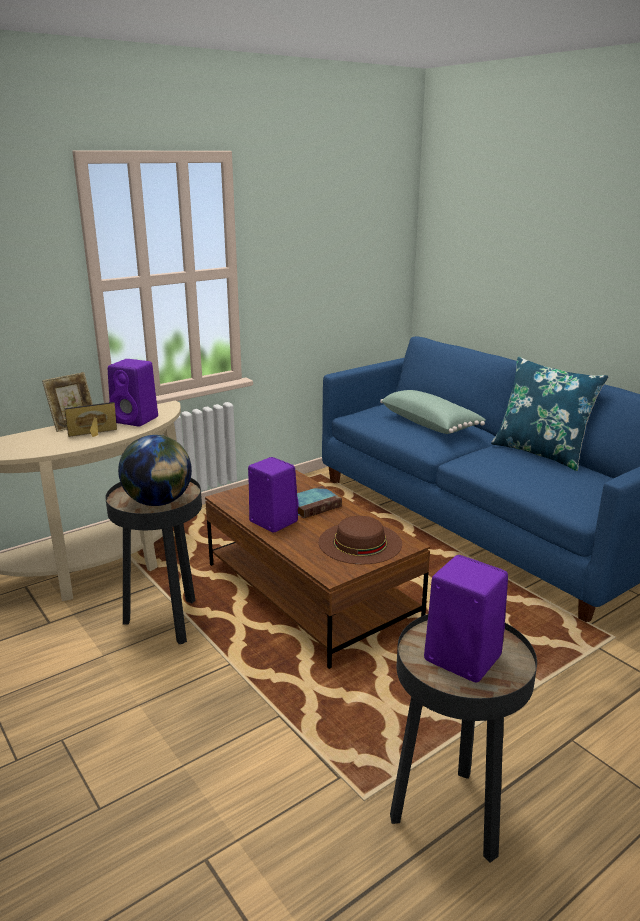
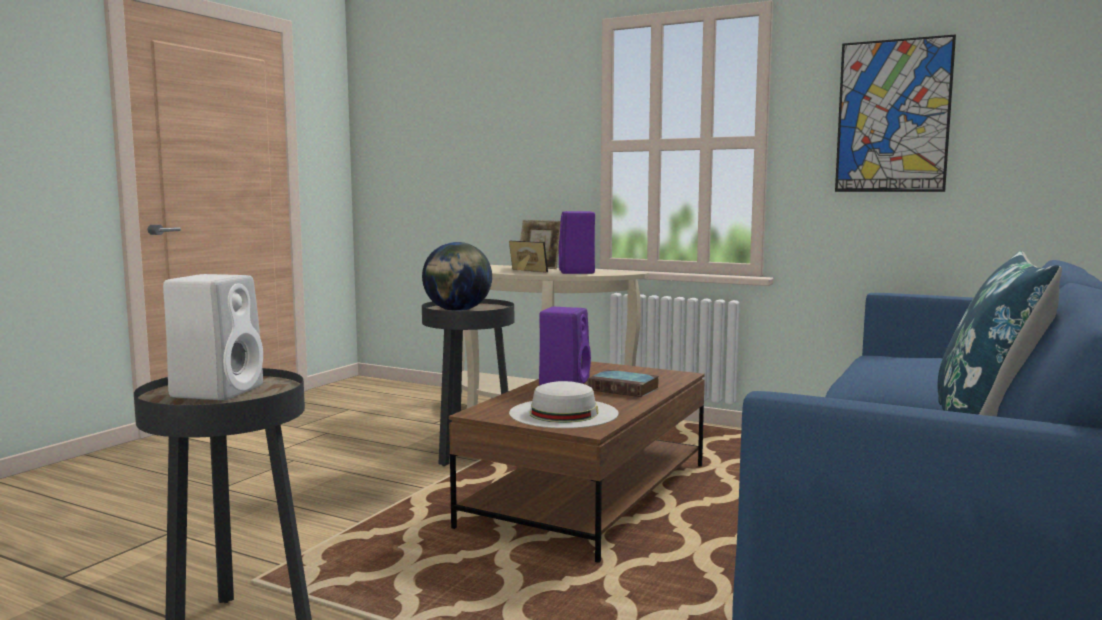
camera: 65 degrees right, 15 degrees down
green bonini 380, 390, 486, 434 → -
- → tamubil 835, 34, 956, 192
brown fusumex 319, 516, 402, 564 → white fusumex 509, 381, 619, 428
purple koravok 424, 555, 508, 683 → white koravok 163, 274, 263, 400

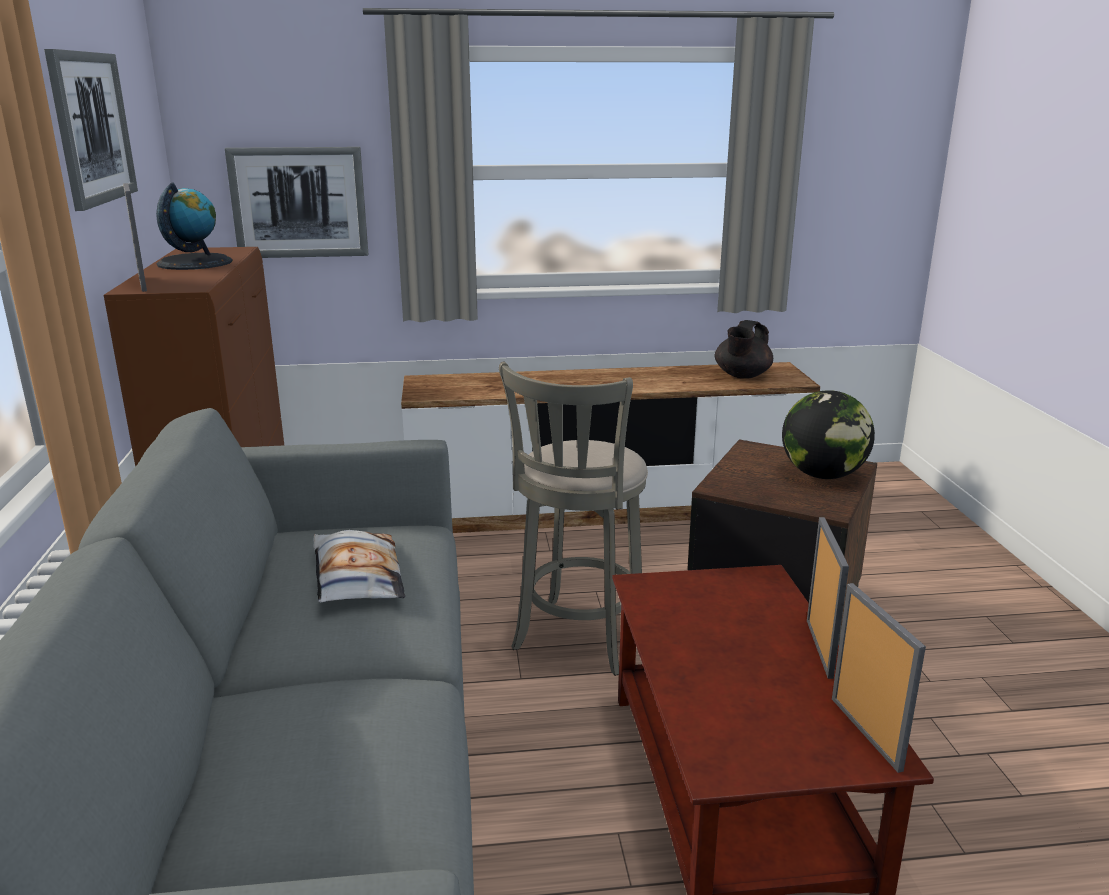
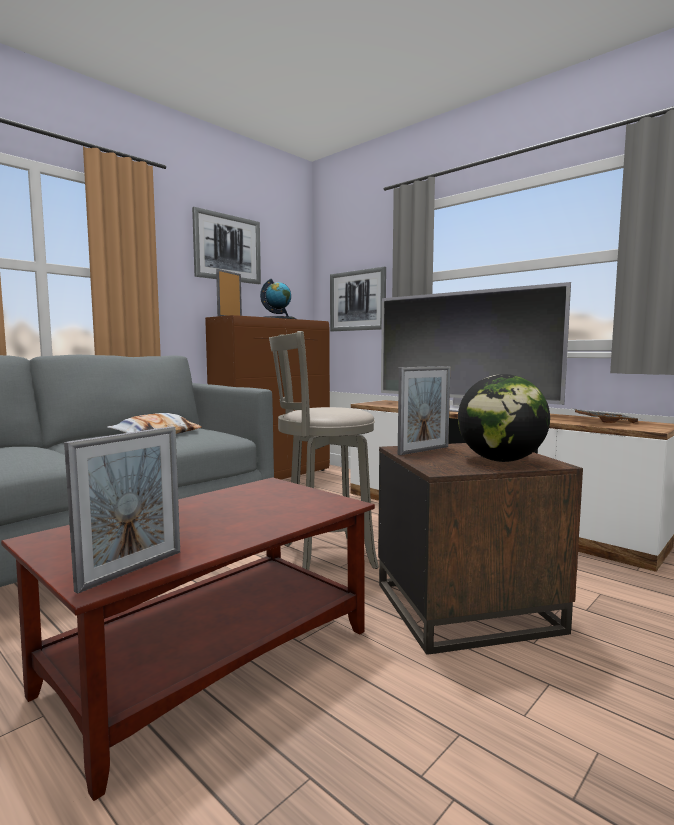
camera: 50 degrees right, 15 degrees down
- → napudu 381, 282, 571, 412
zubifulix 807, 517, 849, 679 → zubifulix 398, 366, 450, 455, relocated
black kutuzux 715, 320, 773, 379 → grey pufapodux 571, 408, 644, 423

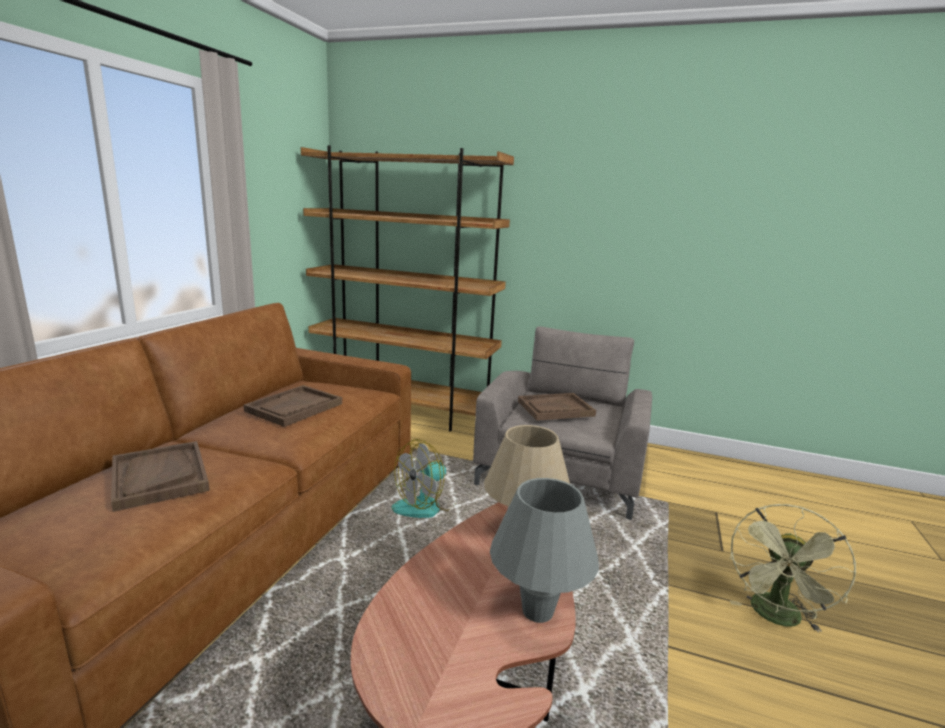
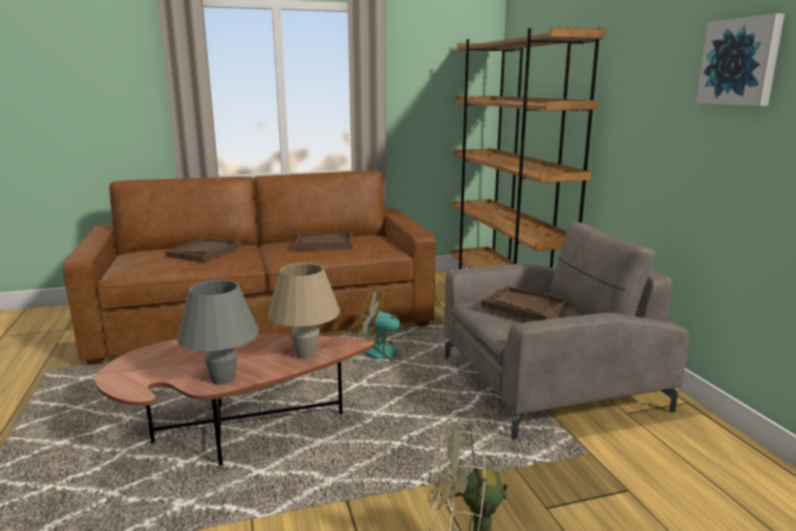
camera: 55 degrees right, 0 degrees up
- → tamubil 696, 13, 785, 106

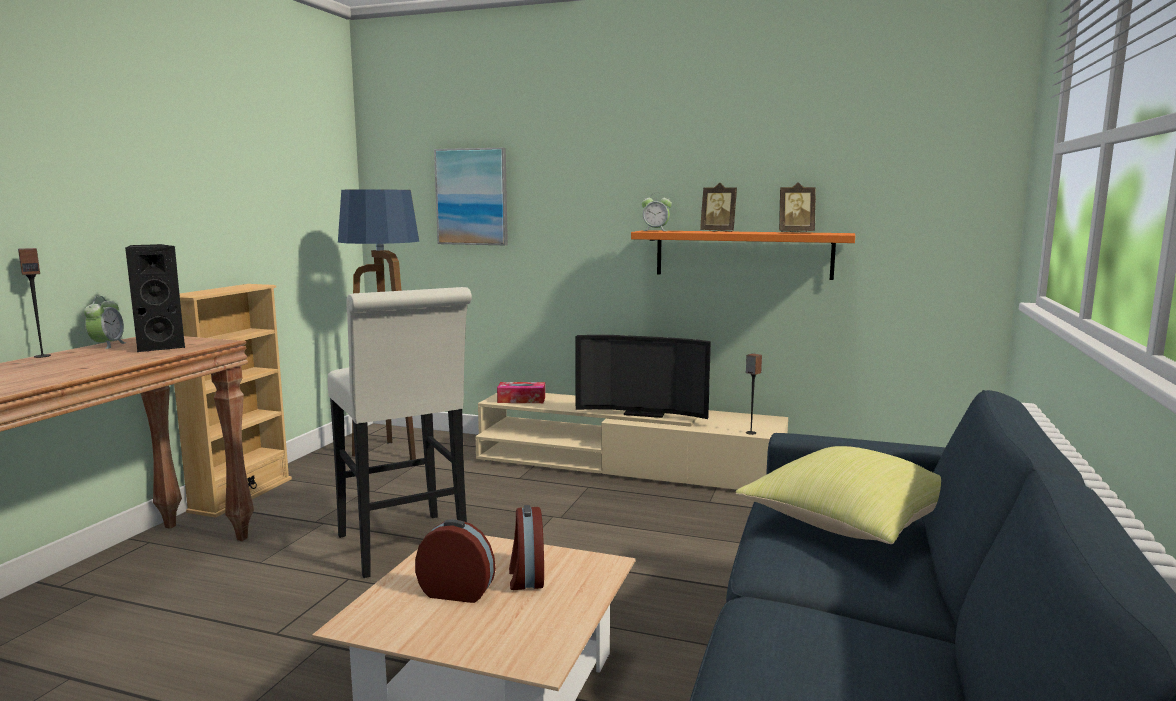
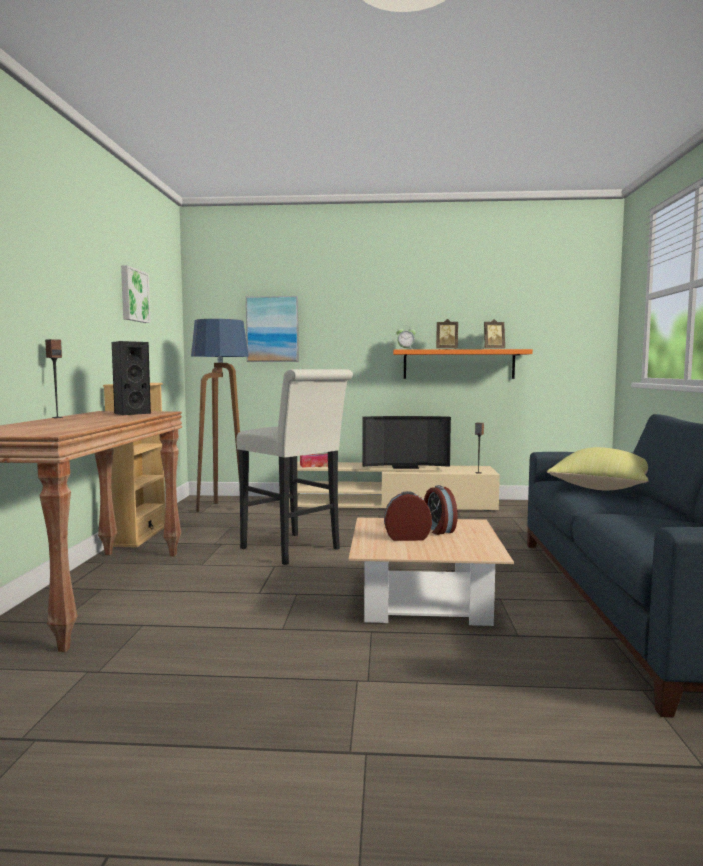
camera: 15 degrees left, 5 degrees down
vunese 84, 296, 127, 349 → -
- → tamubil 121, 265, 151, 323

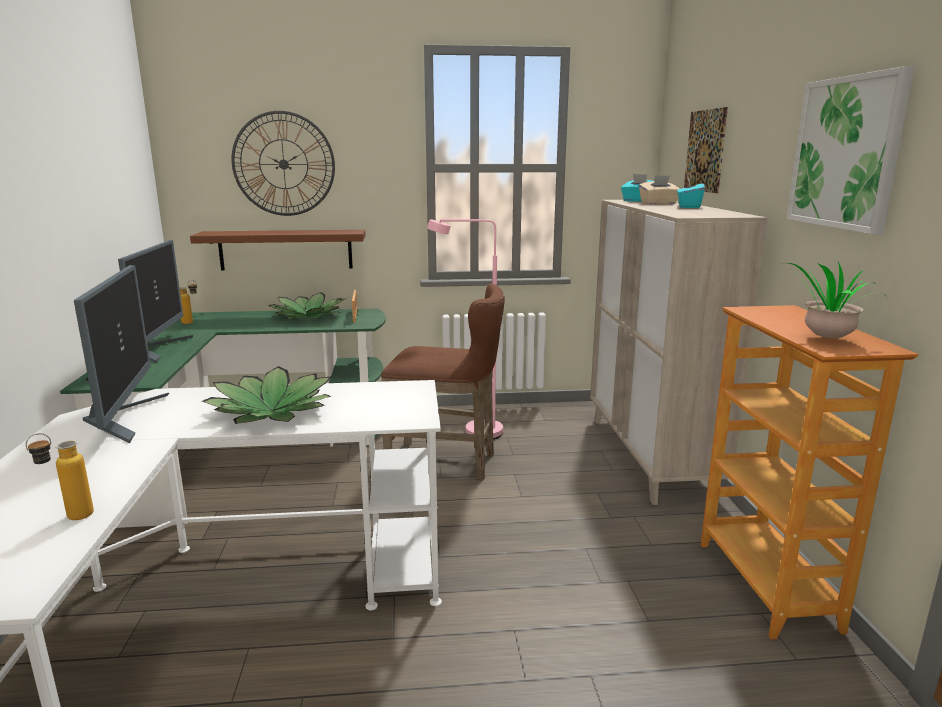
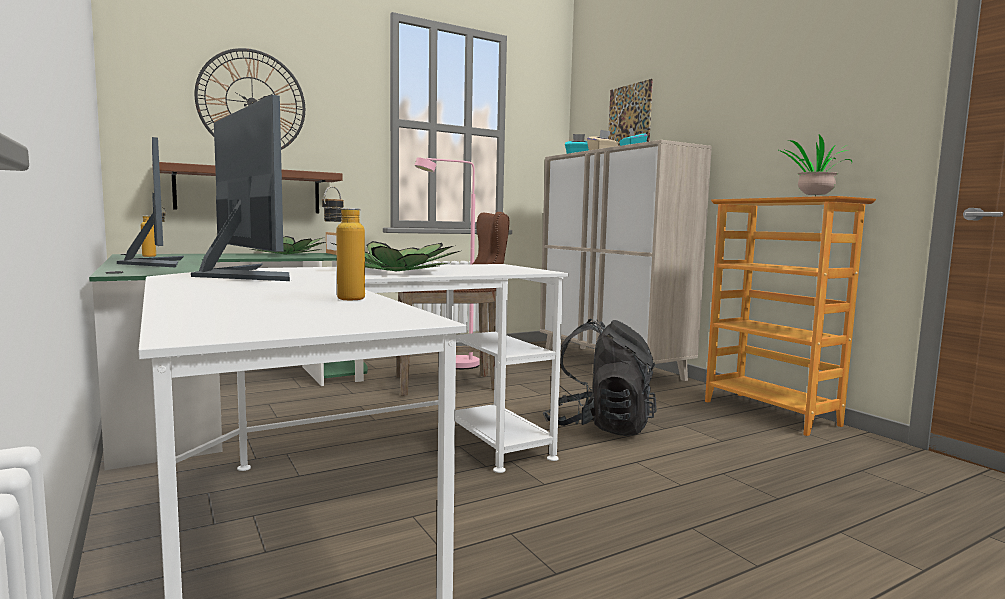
camera: 25 degrees left, 10 degrees down
tamubil 786, 66, 915, 234 → -
- → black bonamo 543, 319, 657, 436

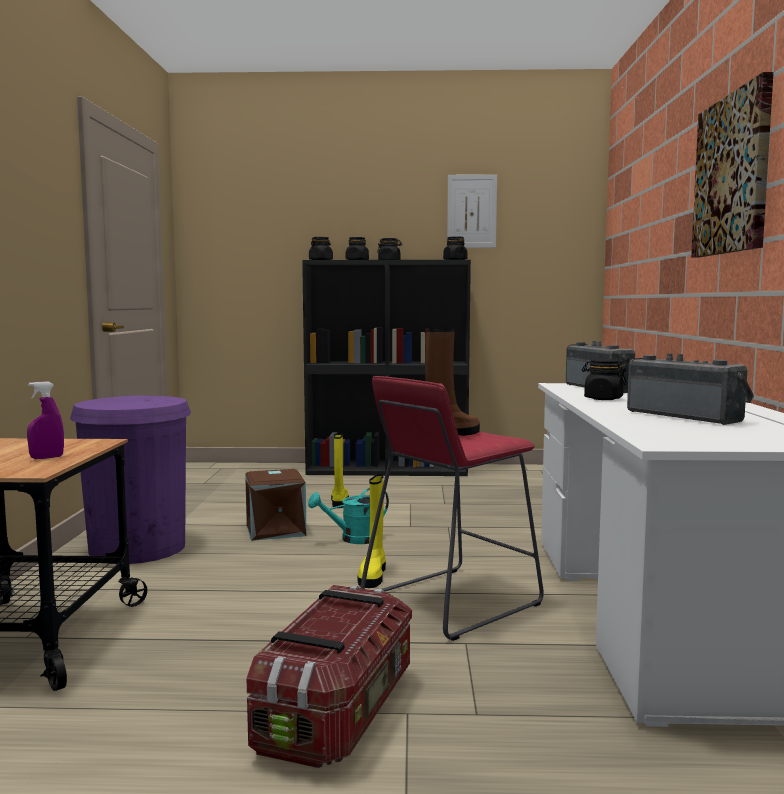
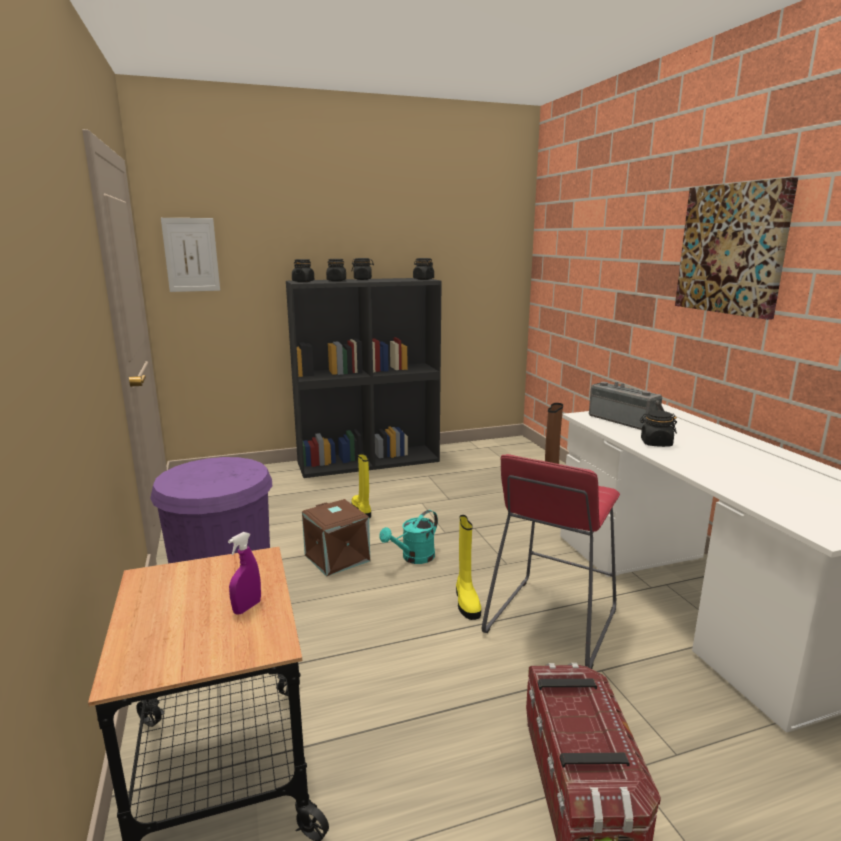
camera: 20 degrees left, 10 degrees up
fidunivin 627, 353, 754, 425 → -
tamubil 447, 174, 497, 248 → tamubil 161, 218, 220, 292, relocated

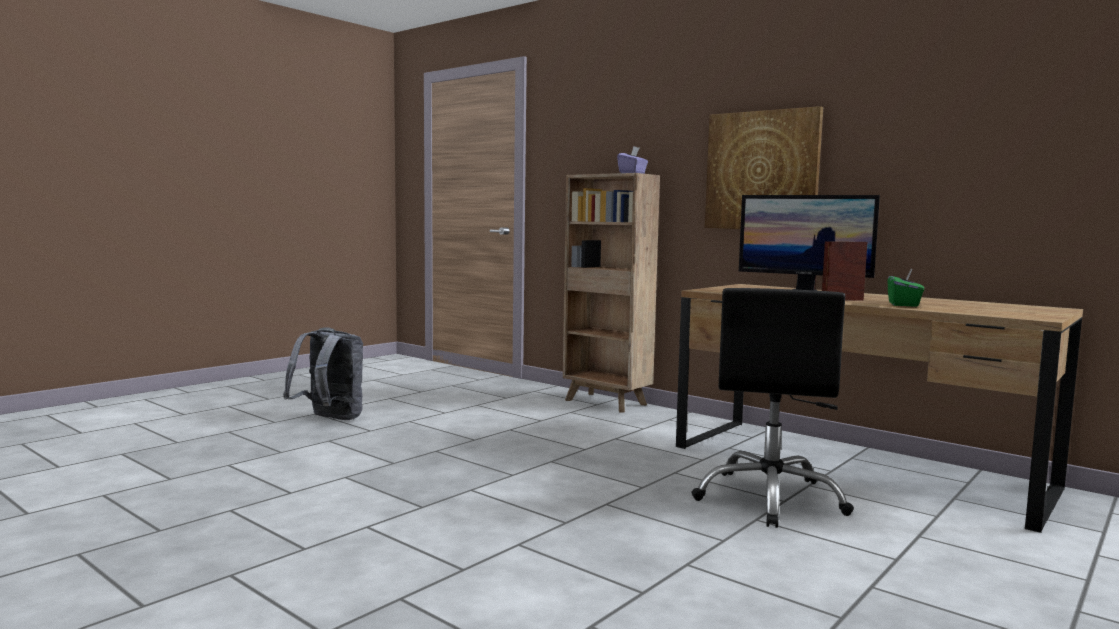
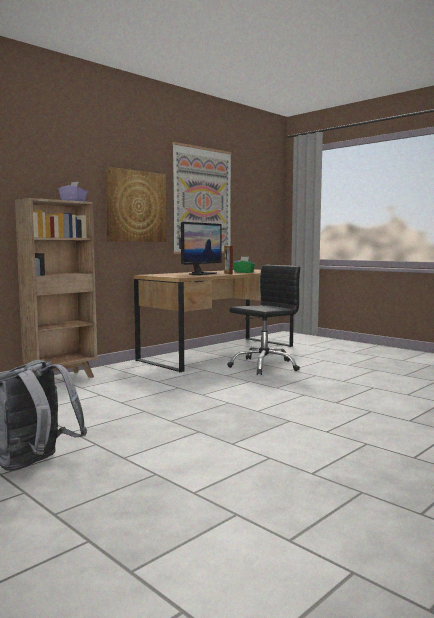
camera: 85 degrees left, 0 degrees up
- → tamubil 172, 142, 232, 254
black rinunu 691, 288, 854, 528 → black rinunu 227, 265, 300, 375, 60 degrees counterclockwise

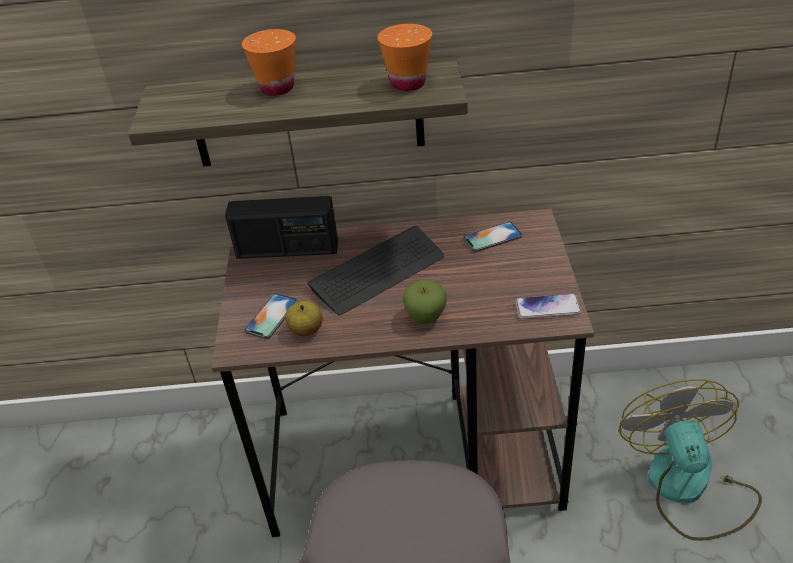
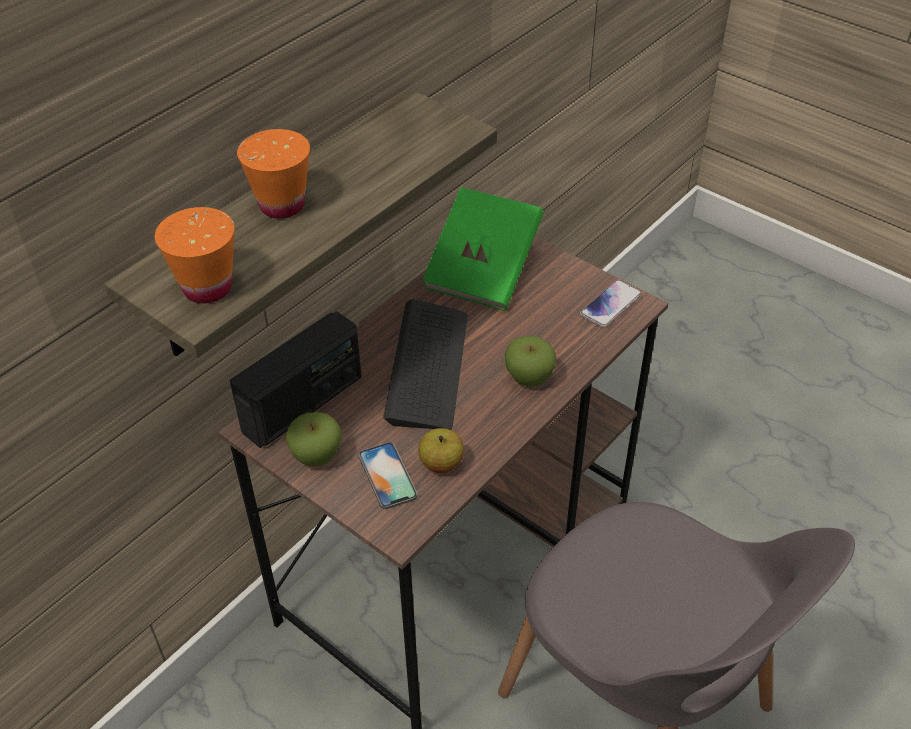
camera: 50 degrees left, 5 degrees up
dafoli 619, 379, 762, 541 → -
- → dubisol 286, 412, 341, 466
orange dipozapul 377, 24, 432, 91 → orange dipozapul 155, 207, 235, 304, relocated
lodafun 463, 221, 522, 252 → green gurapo 422, 187, 543, 311

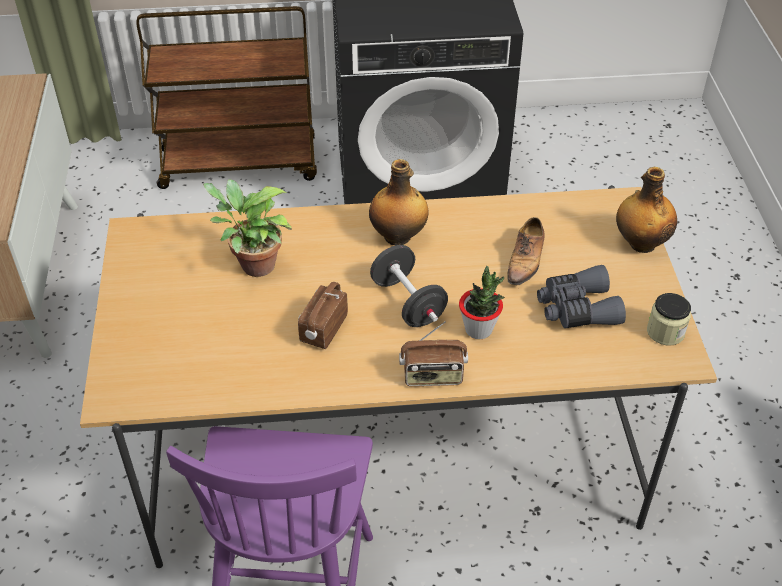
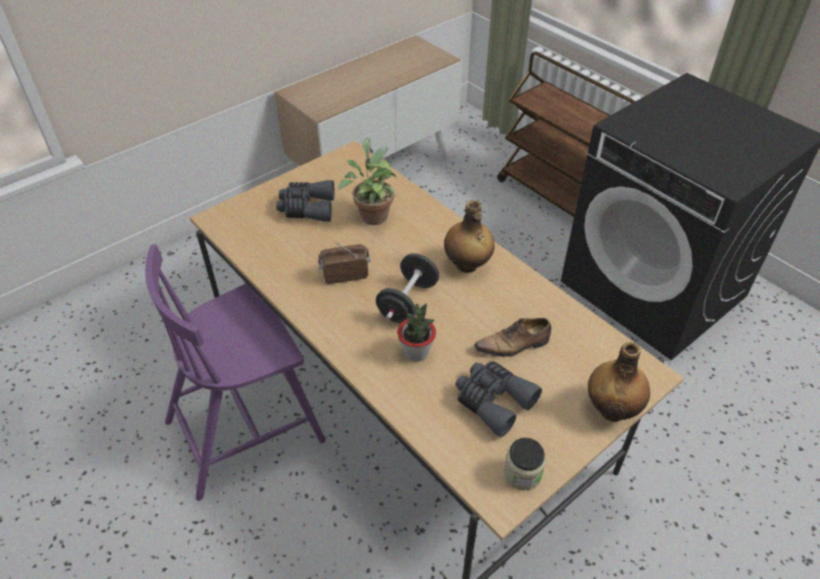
camera: 55 degrees right, 0 degrees up
fidunivin 399, 322, 468, 386 → -
- → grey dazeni 276, 180, 334, 222

